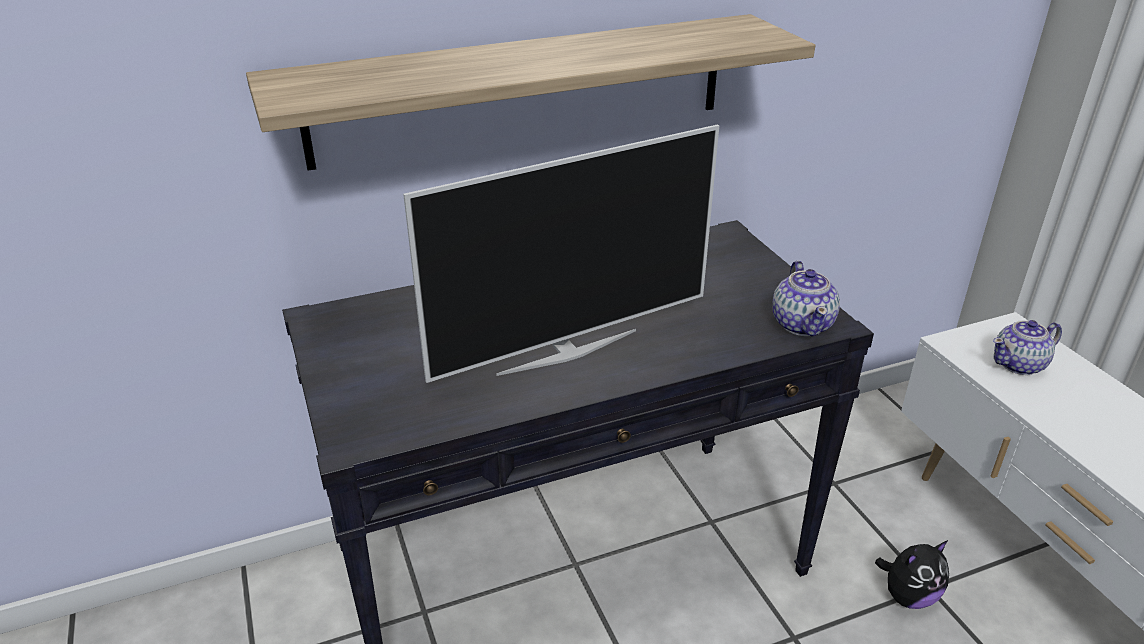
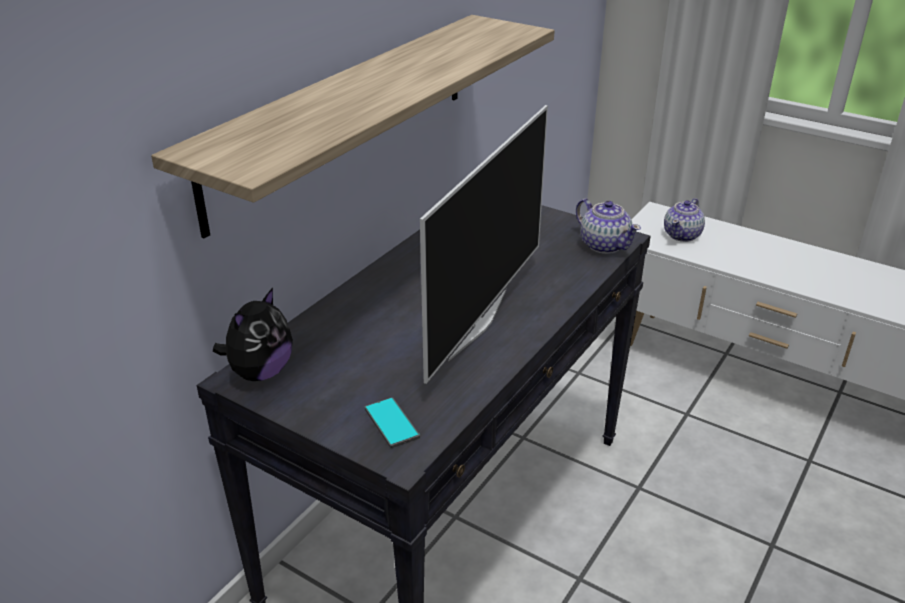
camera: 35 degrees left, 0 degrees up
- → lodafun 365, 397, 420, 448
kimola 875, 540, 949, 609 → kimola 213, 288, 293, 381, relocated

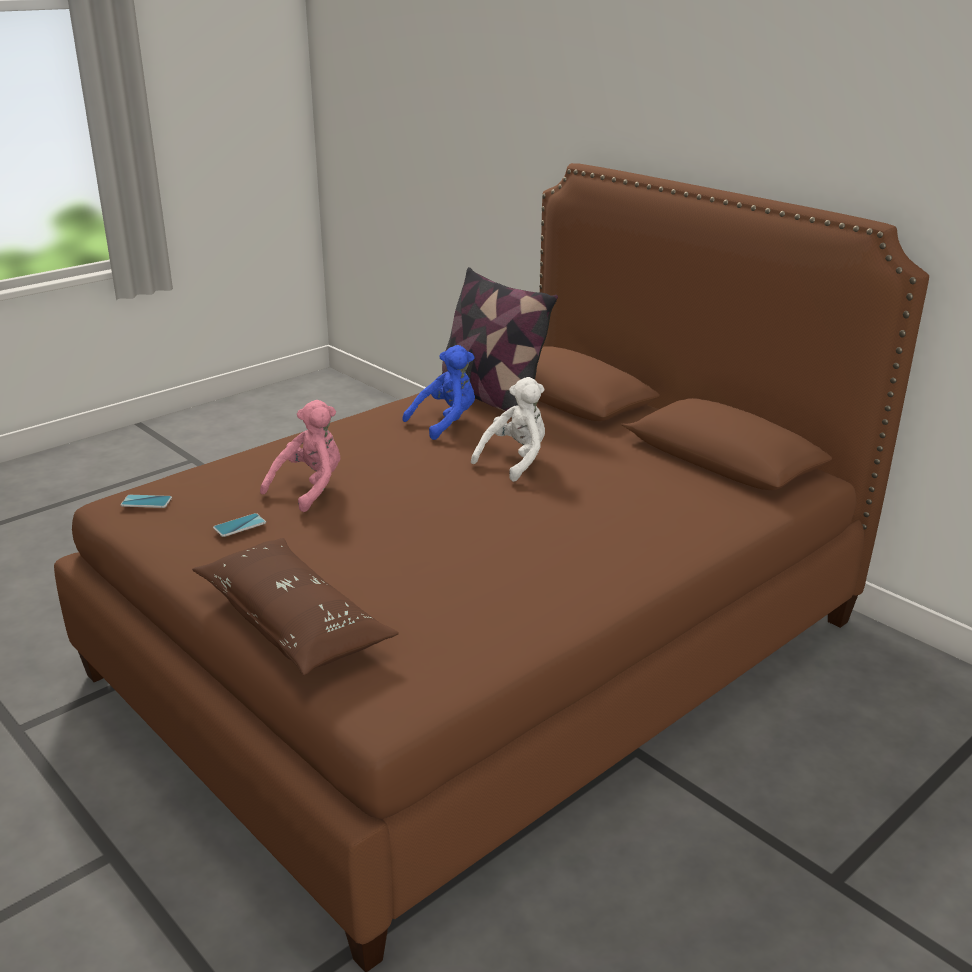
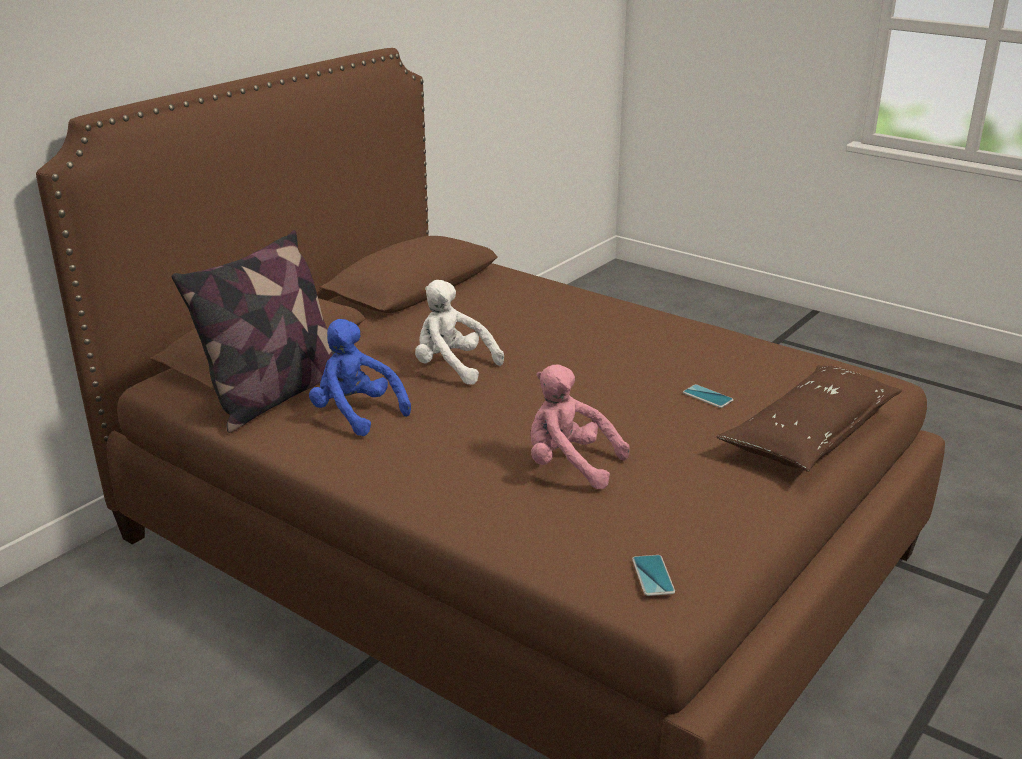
camera: 100 degrees left, 0 degrees up
lodafun 213, 513, 266, 537 → lodafun 683, 384, 734, 408, relocated

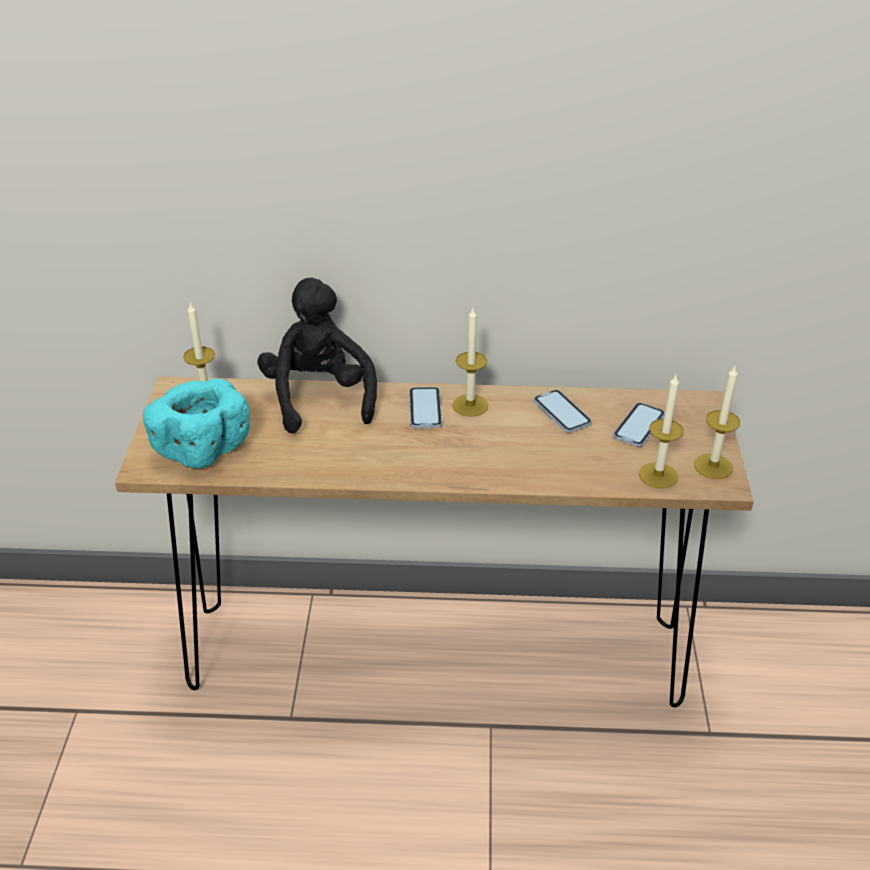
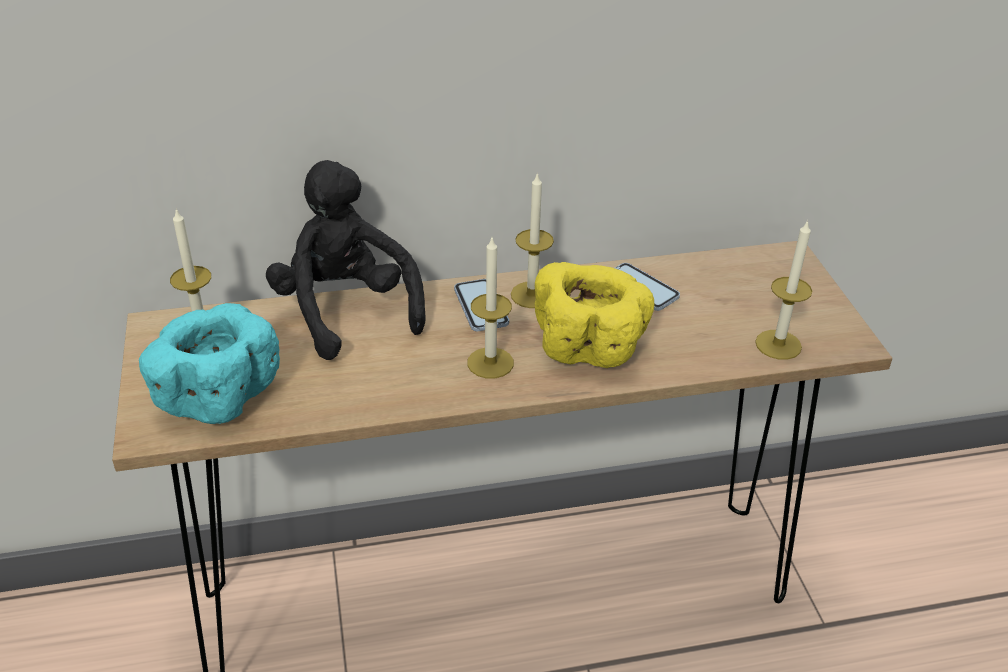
camera: 15 degrees left, 0 degrees up
lodafun 613, 402, 665, 447 → -
- → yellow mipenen 535, 262, 654, 368
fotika 694, 366, 740, 479 → fotika 467, 238, 514, 378, relocated

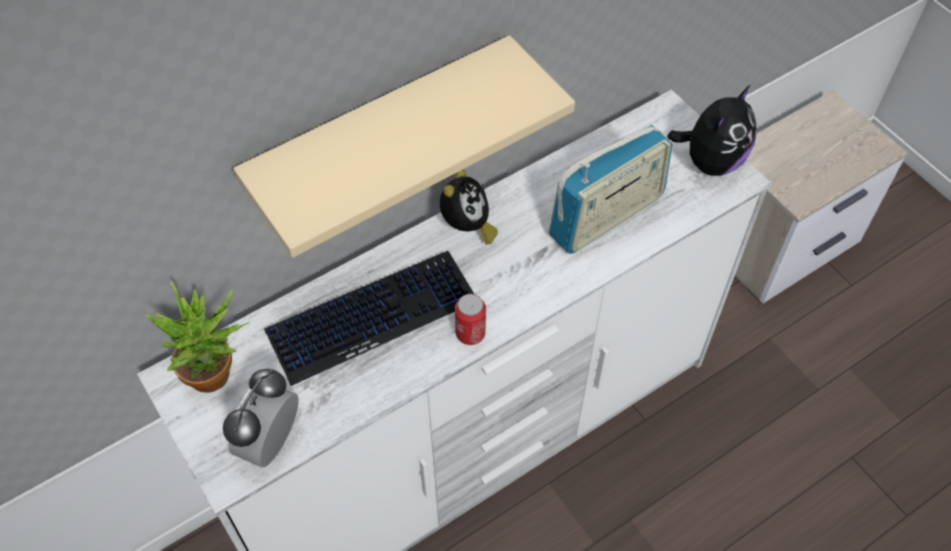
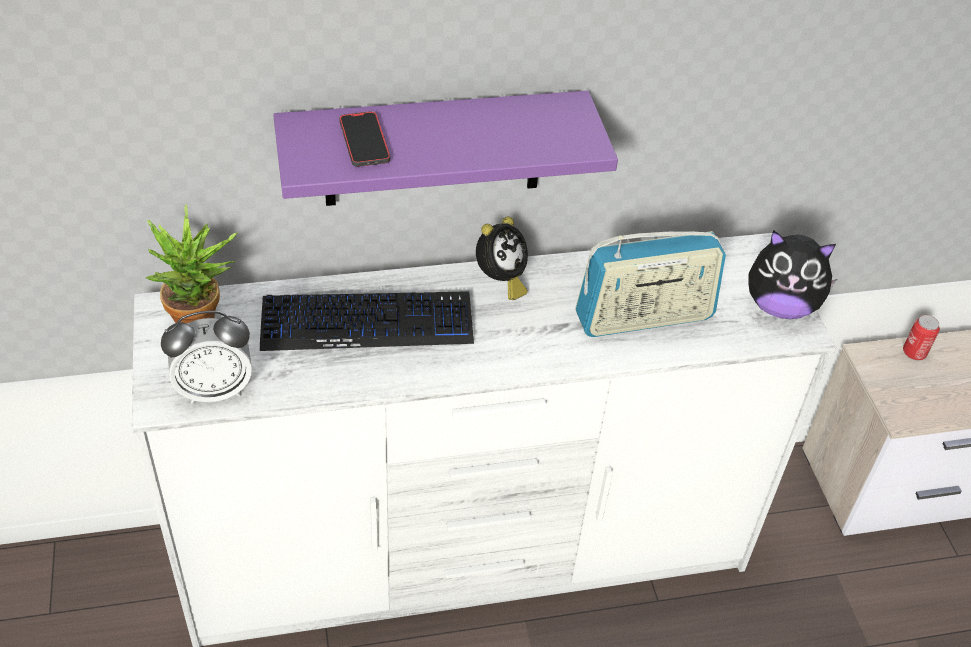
camera: 20 degrees right, 10 degrees down
- → lodafun 339, 111, 390, 167
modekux 455, 294, 486, 345 → modekux 903, 315, 940, 360, relocated
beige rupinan 233, 35, 575, 258 → purple rupinan 273, 90, 618, 206
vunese 223, 369, 299, 467 → vunese 161, 311, 252, 404, 150 degrees counterclockwise
kimola 667, 85, 756, 176 → kimola 748, 230, 837, 319, 45 degrees clockwise

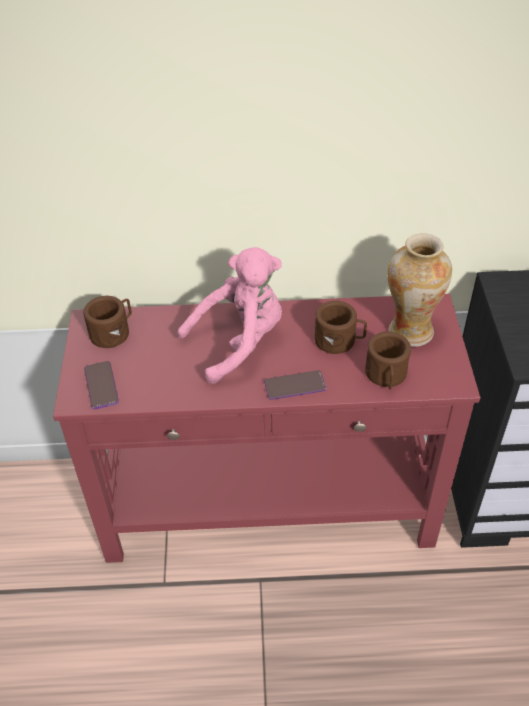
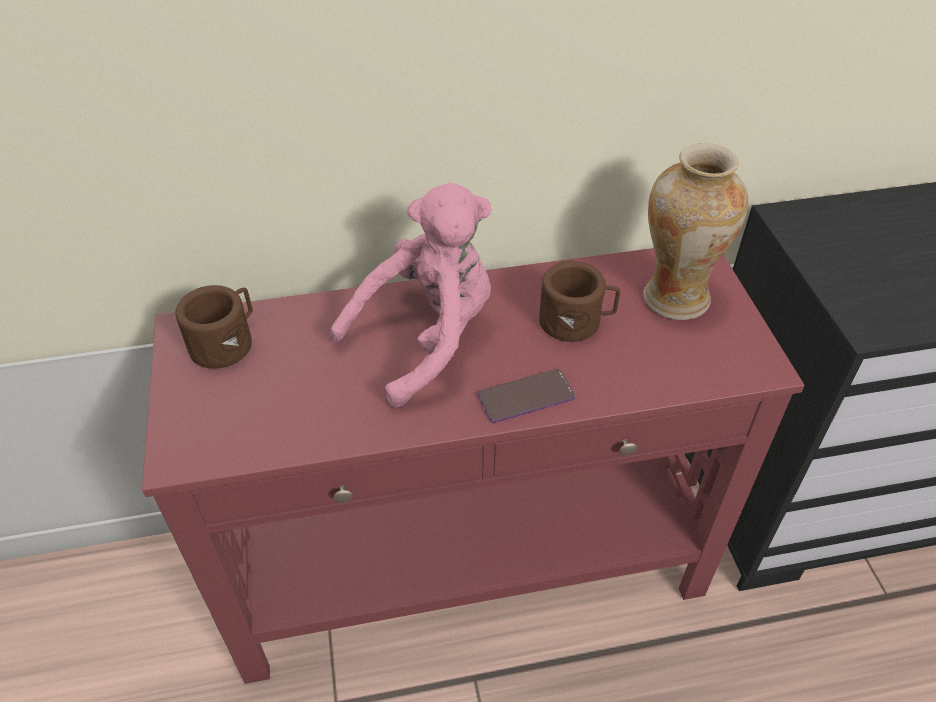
camera: 10 degrees left, 0 degrees up
lodafun 84, 361, 119, 409 → -
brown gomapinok 365, 332, 411, 390 → -

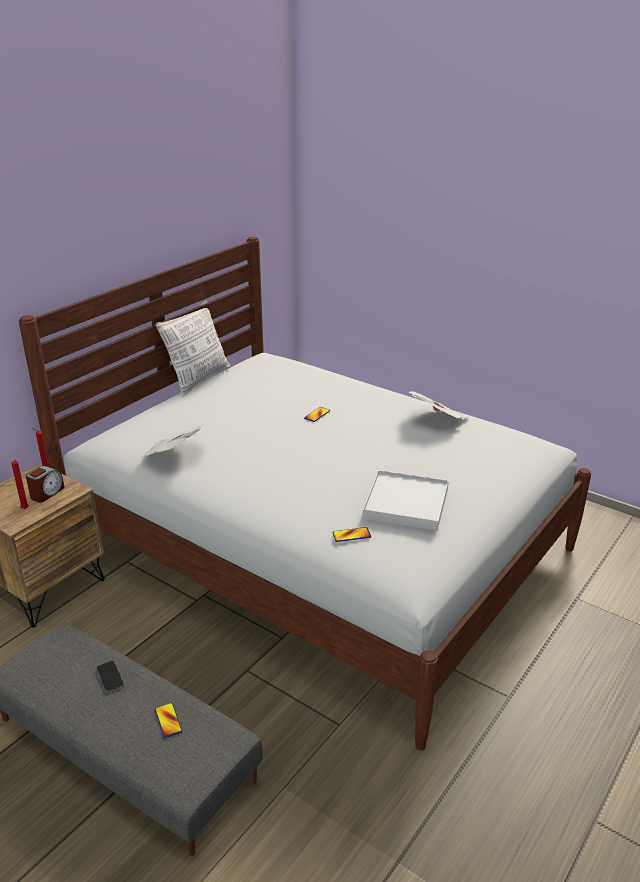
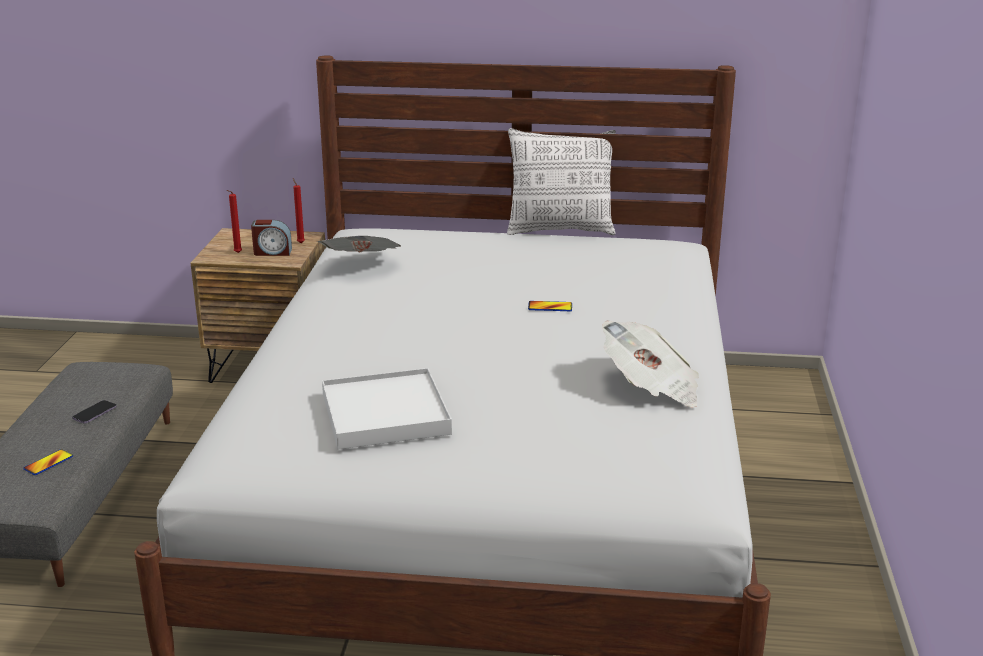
camera: 60 degrees right, 5 degrees down
lodafun 333, 527, 371, 542 → -

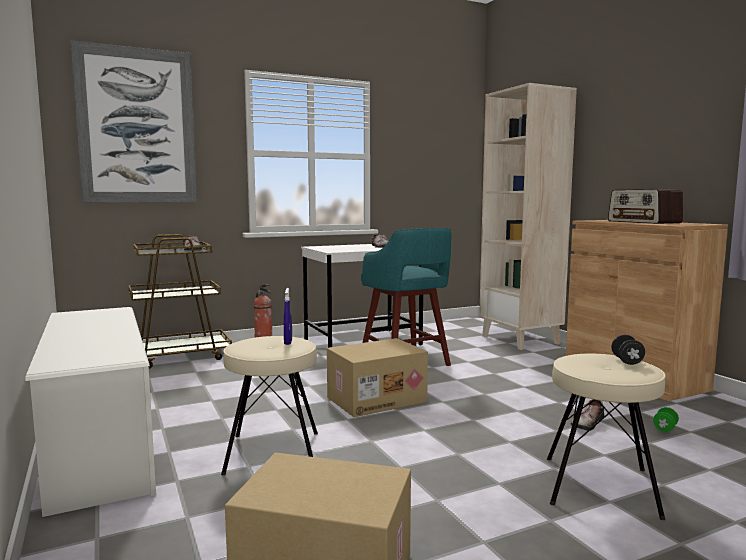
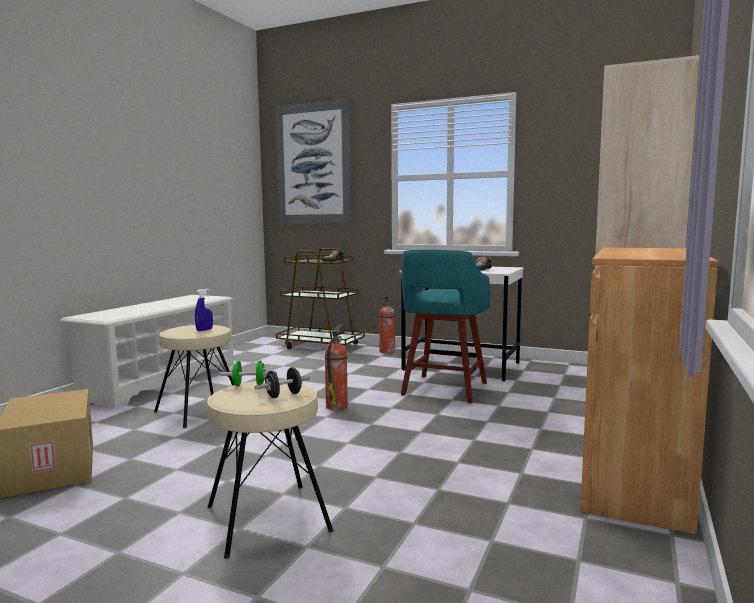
camera: 50 degrees right, 0 degrees up
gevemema 571, 399, 605, 431 → -
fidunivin 608, 189, 683, 224 → -
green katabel 653, 407, 679, 432 → green katabel 220, 360, 277, 387, relocated
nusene 327, 338, 428, 417 → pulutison 324, 324, 348, 410

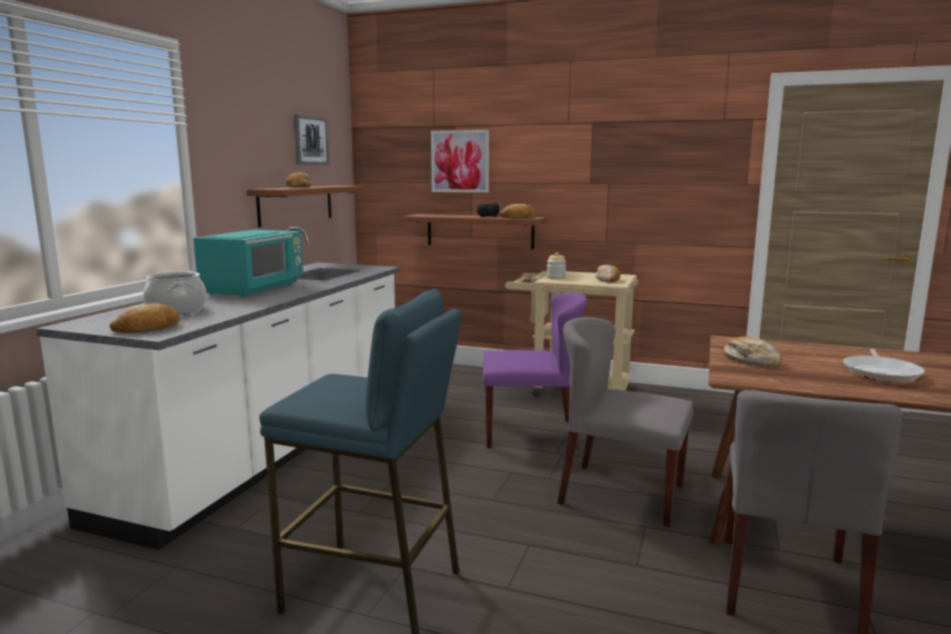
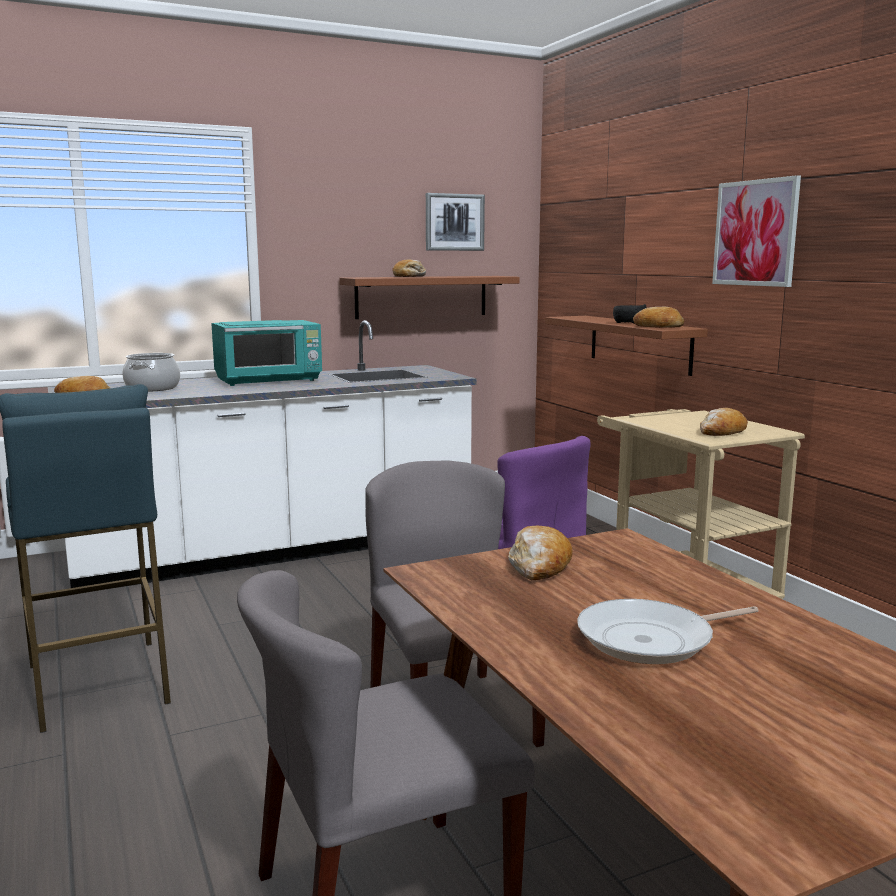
camera: 45 degrees right, 0 degrees up
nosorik 547, 252, 566, 279 → -
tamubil 431, 130, 489, 193 → tamubil 712, 175, 801, 287, relocated

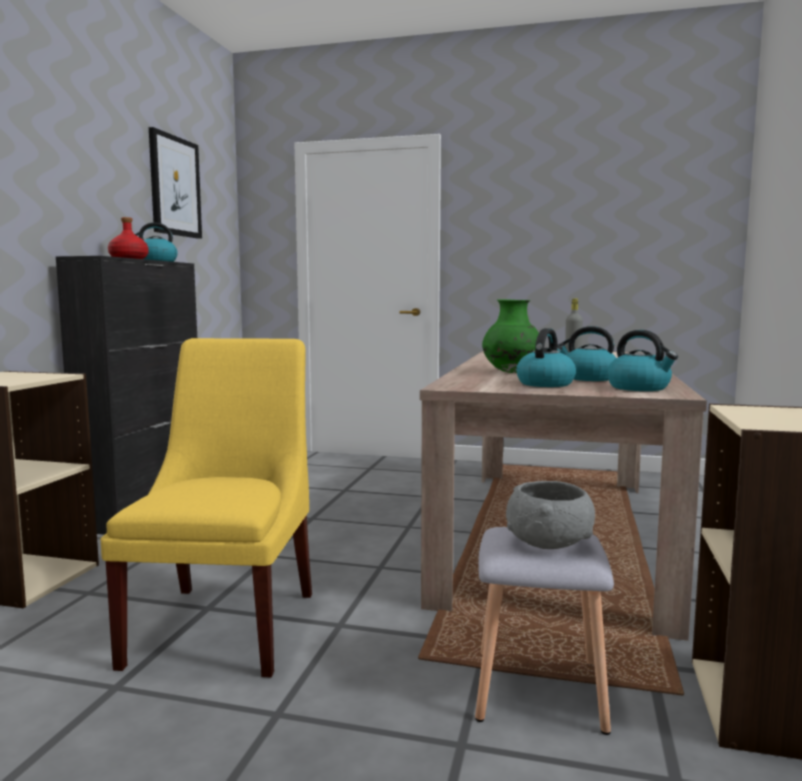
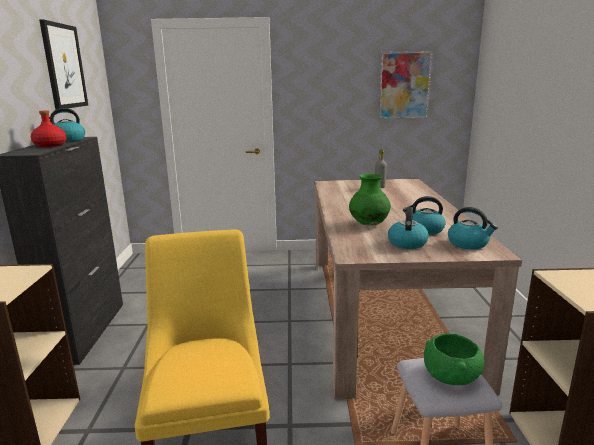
camera: 15 degrees left, 10 degrees up
- → tamubil 378, 51, 433, 119
grey mipenen 506, 481, 595, 549 → green mipenen 424, 333, 484, 385

